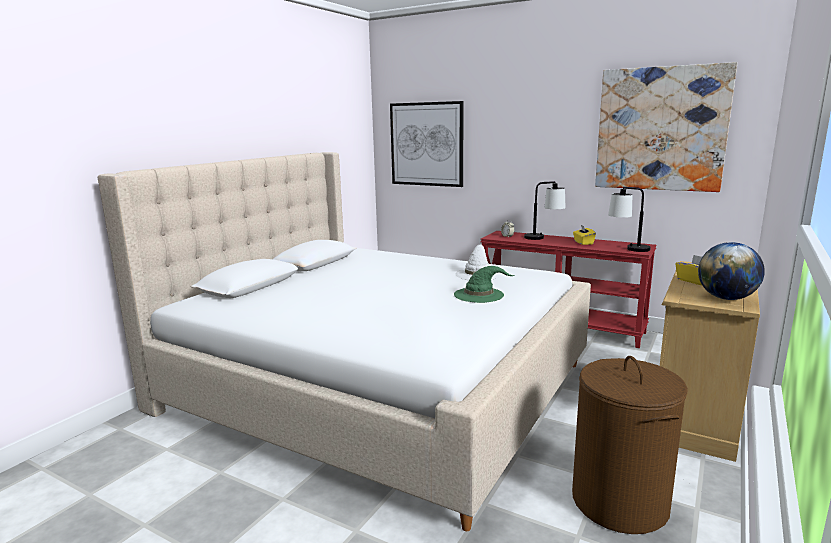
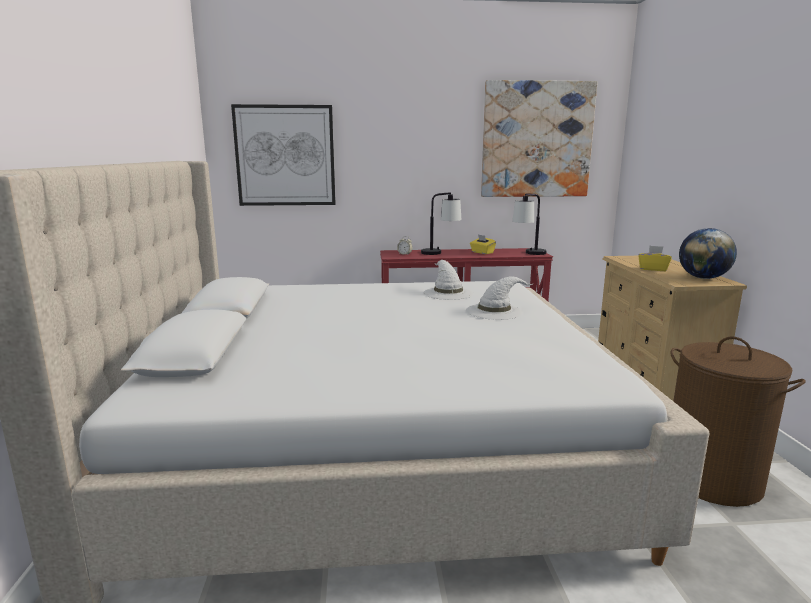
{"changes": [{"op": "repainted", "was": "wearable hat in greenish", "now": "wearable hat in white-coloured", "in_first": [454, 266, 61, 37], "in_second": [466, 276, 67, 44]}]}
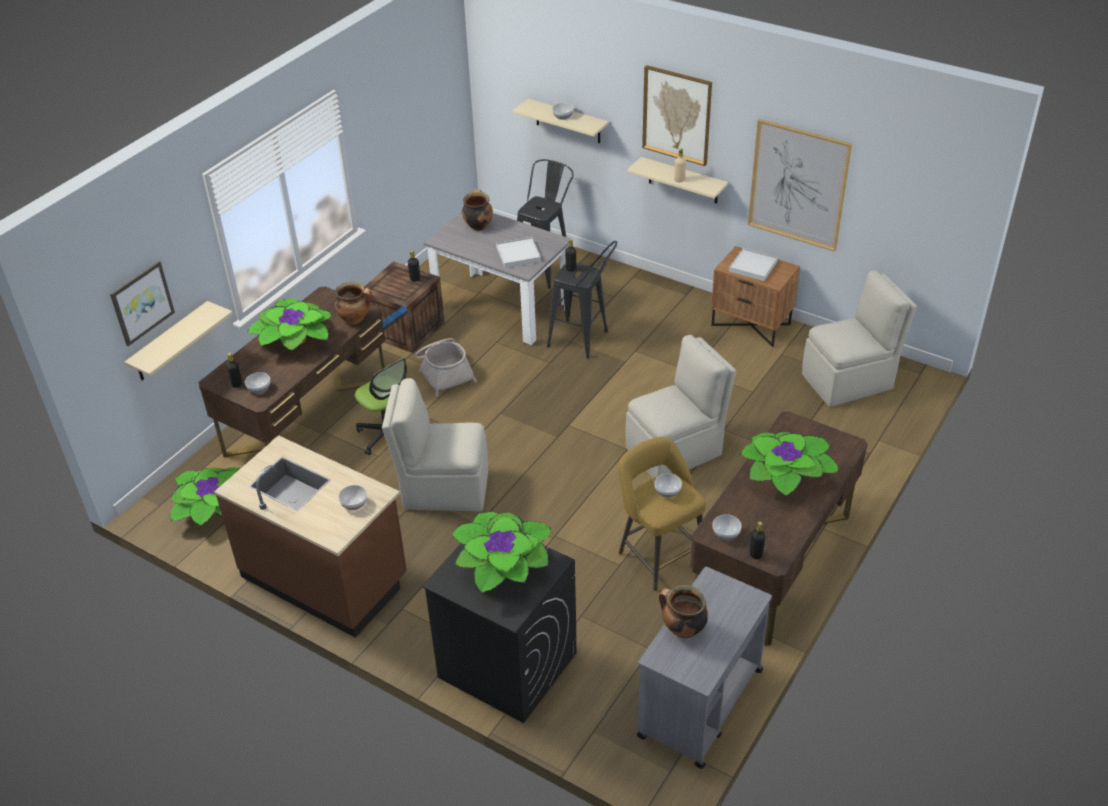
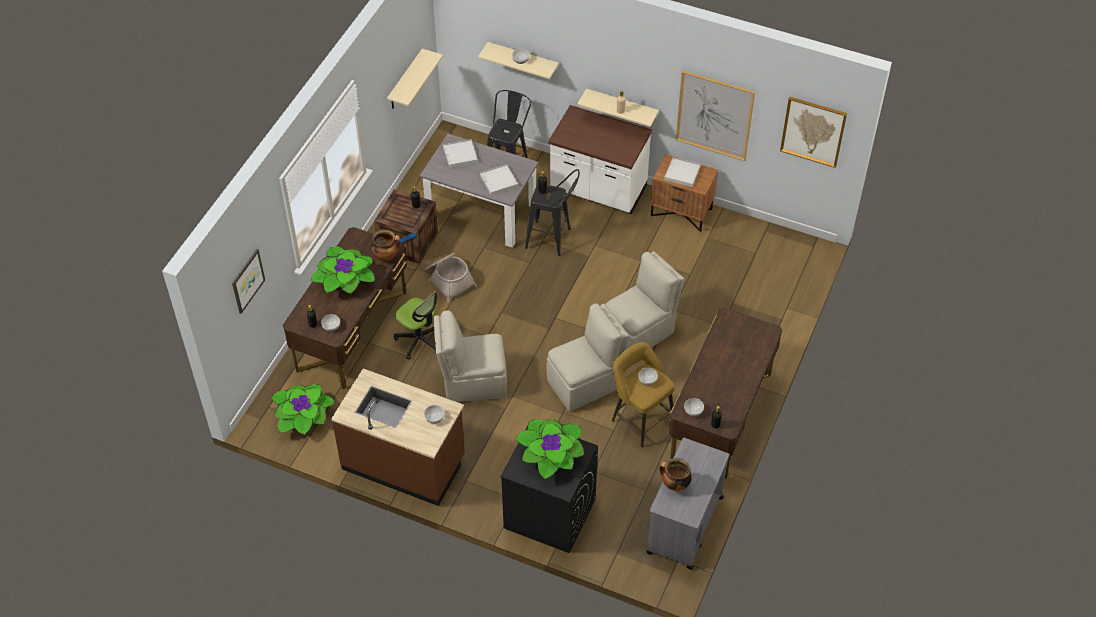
{"changes": [{"op": "gone", "was": "potted plant", "in_first": [740, 432, 99, 64]}, {"op": "new", "now": "kitchen base unit in white-coloured", "in_second": [548, 105, 104, 109]}, {"op": "shifted", "was": "shelf in beige", "in_first": [124, 301, 109, 79], "in_second": [387, 49, 56, 60]}, {"op": "shifted", "was": "wall art", "in_first": [642, 65, 70, 101], "in_second": [780, 97, 67, 71]}, {"op": "shifted", "was": "chair in beige", "in_first": [802, 270, 115, 137], "in_second": [546, 303, 83, 109]}, {"op": "swapped", "was": "saucepot", "now": "tray in white-coloured", "in_first": [462, 189, 31, 42], "in_second": [443, 139, 35, 29]}]}
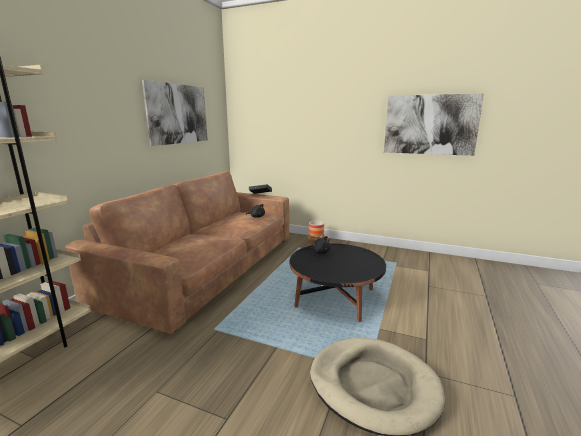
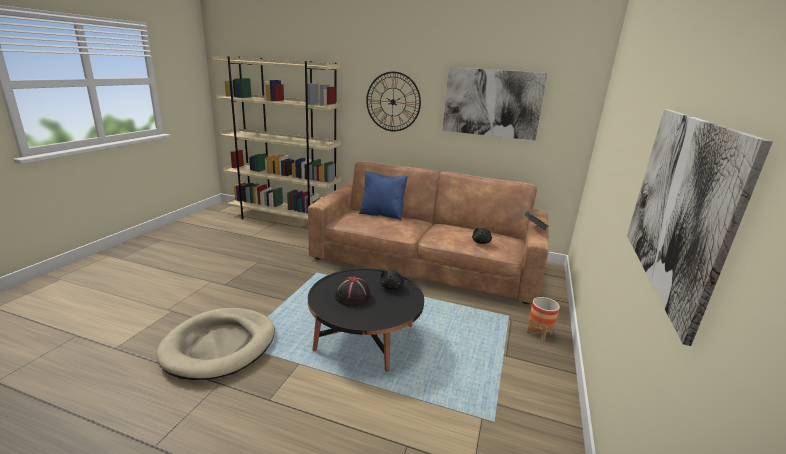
{"changes": [{"op": "new", "now": "wearable hat in black-coloured", "in_second": [335, 276, 36, 31]}, {"op": "new", "now": "pillow in blue", "in_second": [359, 171, 49, 49]}, {"op": "new", "now": "clock on the wall", "in_second": [366, 72, 55, 59]}]}
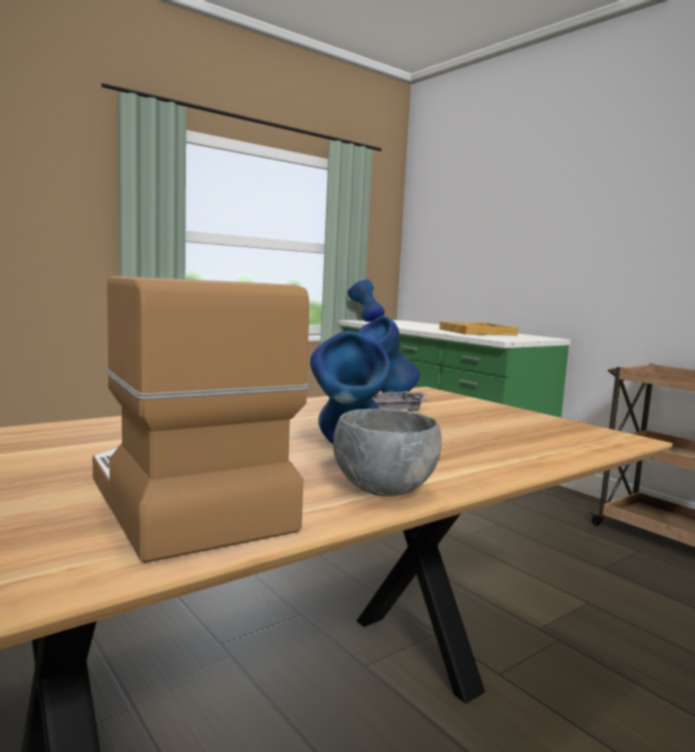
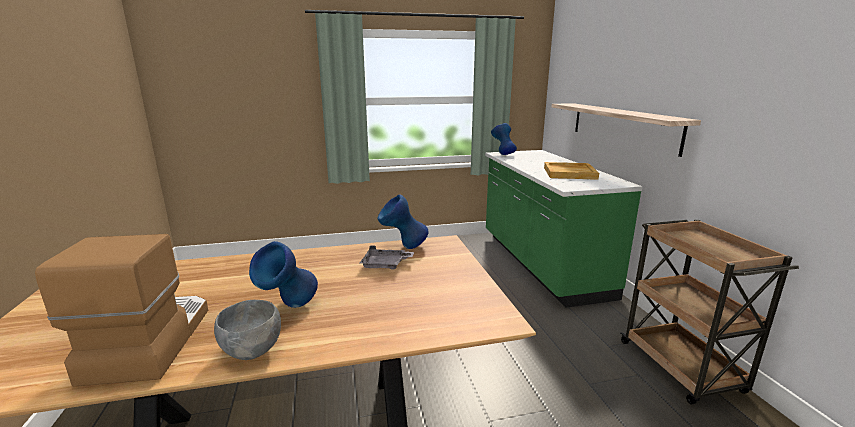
{"changes": [{"op": "new", "now": "shelf", "in_second": [552, 103, 149, 54]}]}
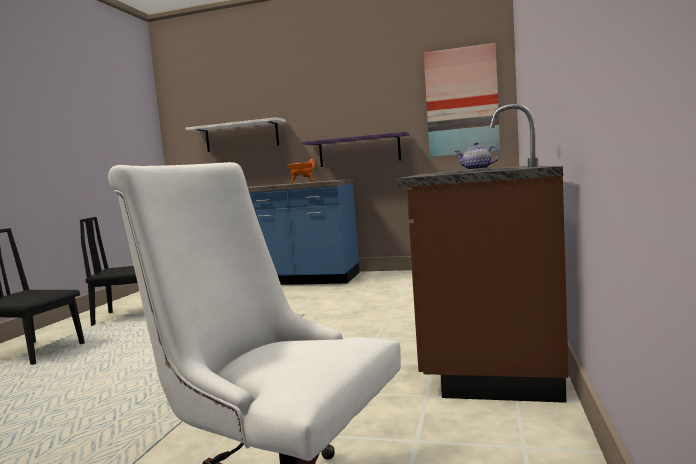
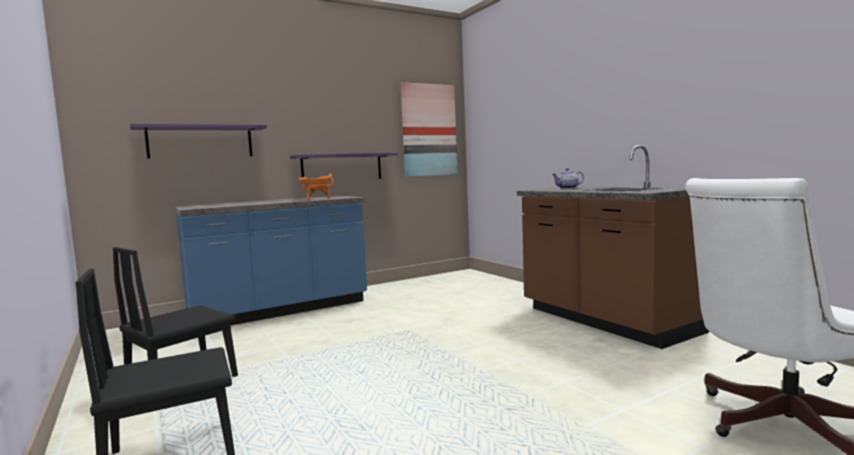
{"changes": [{"op": "repainted", "was": "shelf in white-coloured", "now": "shelf in purple-coloured", "in_first": [186, 117, 100, 35], "in_second": [130, 124, 137, 35]}]}
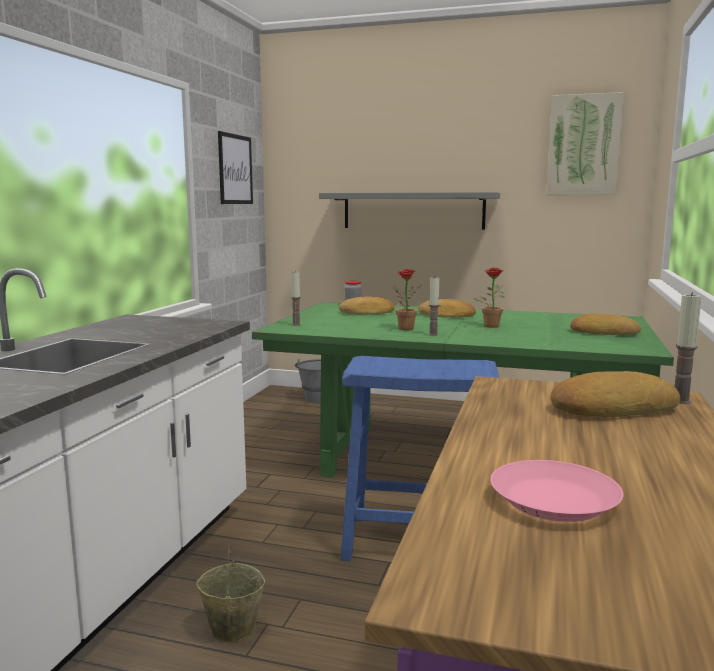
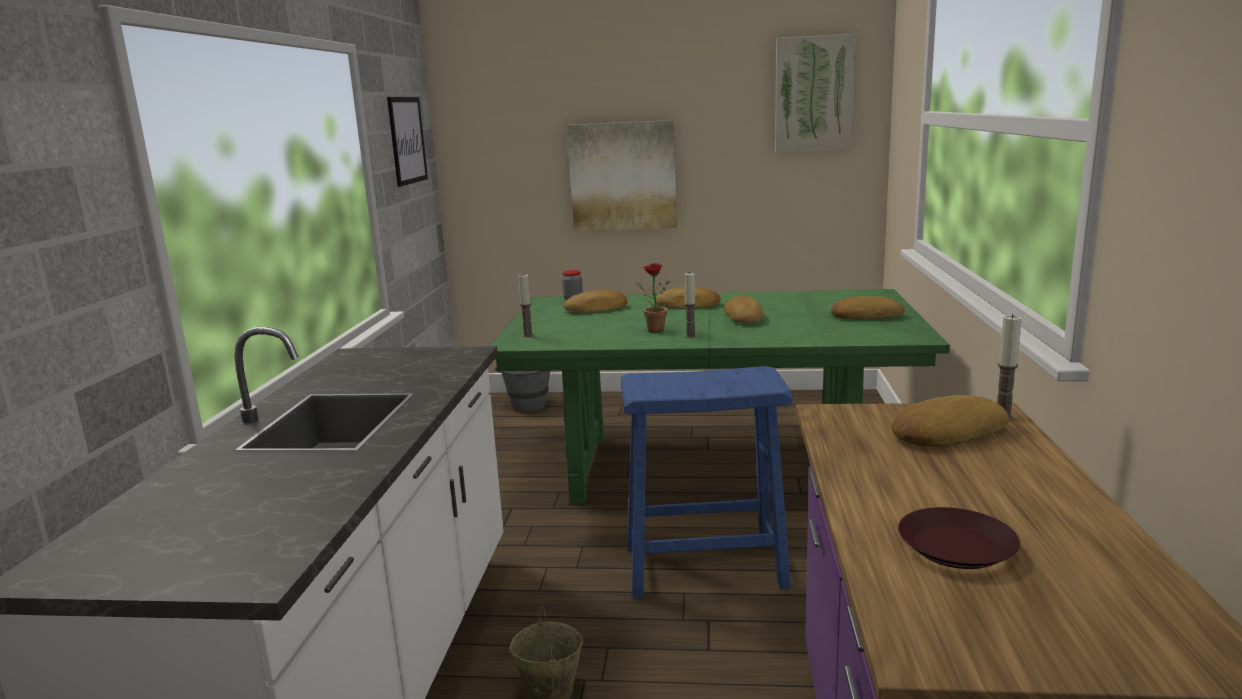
{"changes": [{"op": "swapped", "was": "shelf in grey", "now": "wall art", "in_first": [319, 192, 181, 37], "in_second": [567, 120, 110, 111]}, {"op": "swapped", "was": "potted plant", "now": "bread", "in_first": [473, 268, 32, 60], "in_second": [724, 296, 40, 27]}, {"op": "repainted", "was": "plate in pinkish", "now": "plate in brown", "in_first": [490, 460, 134, 62], "in_second": [898, 507, 122, 62]}]}
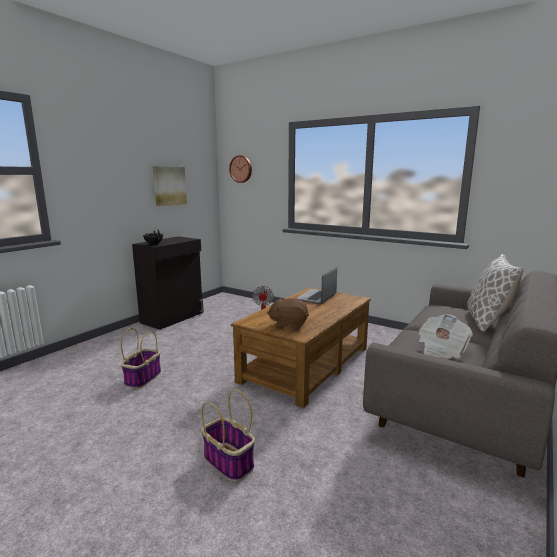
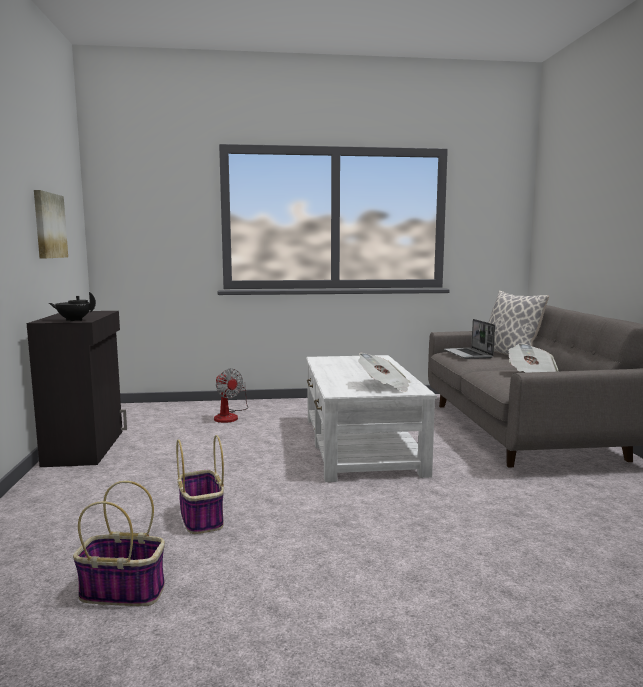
{"changes": [{"op": "gone", "was": "clock on the wall", "in_first": [229, 155, 23, 28]}, {"op": "shifted", "was": "household basket", "in_first": [201, 389, 54, 93], "in_second": [73, 481, 92, 125]}, {"op": "shifted", "was": "laptop", "in_first": [296, 268, 41, 36], "in_second": [444, 319, 51, 40]}, {"op": "swapped", "was": "plush toy in brown", "now": "newspaper", "in_first": [267, 298, 42, 32], "in_second": [358, 353, 53, 39]}, {"op": "repainted", "was": "low table in brown", "now": "low table in white-coloured", "in_first": [231, 287, 140, 121], "in_second": [306, 355, 131, 127]}]}
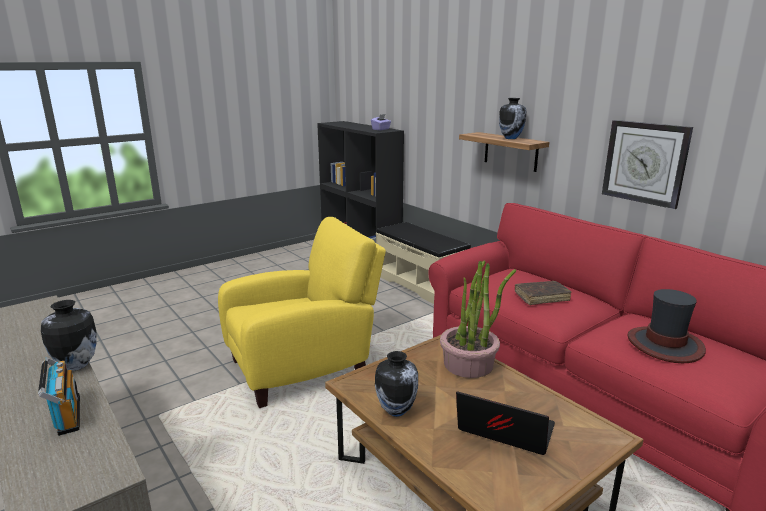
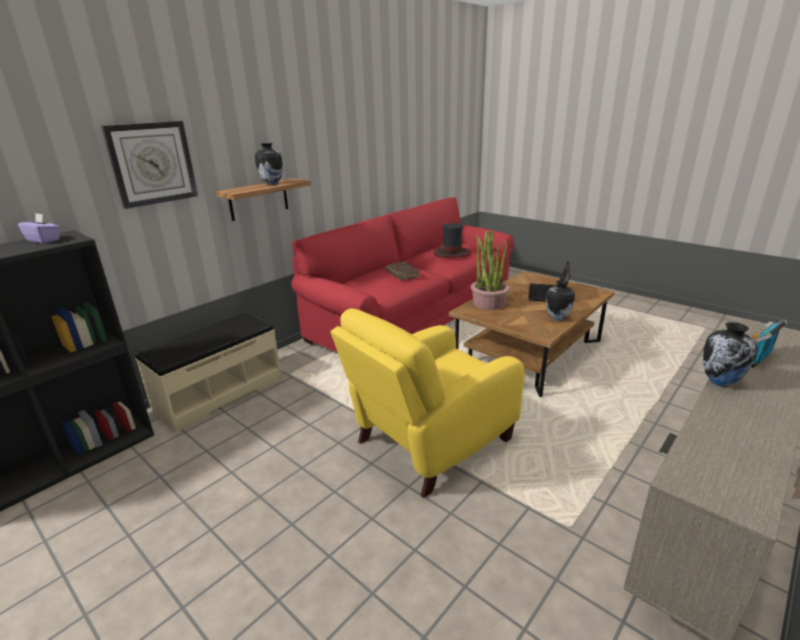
{"changes": [{"op": "shifted", "was": "clock on the wall", "in_first": [602, 120, 91, 89], "in_second": [101, 121, 97, 88]}, {"op": "rotated", "was": "armchair in yellow-coloured", "in_first": [218, 217, 168, 191], "in_second": [331, 308, 194, 190], "clockwise": -90}]}
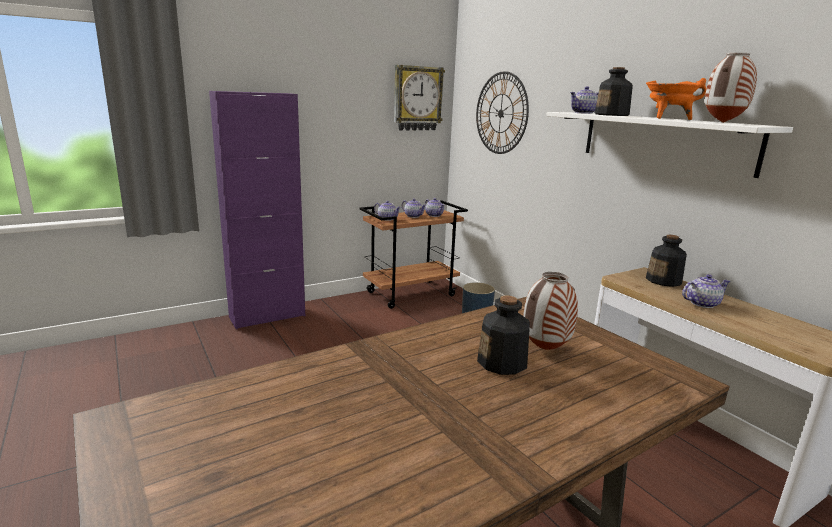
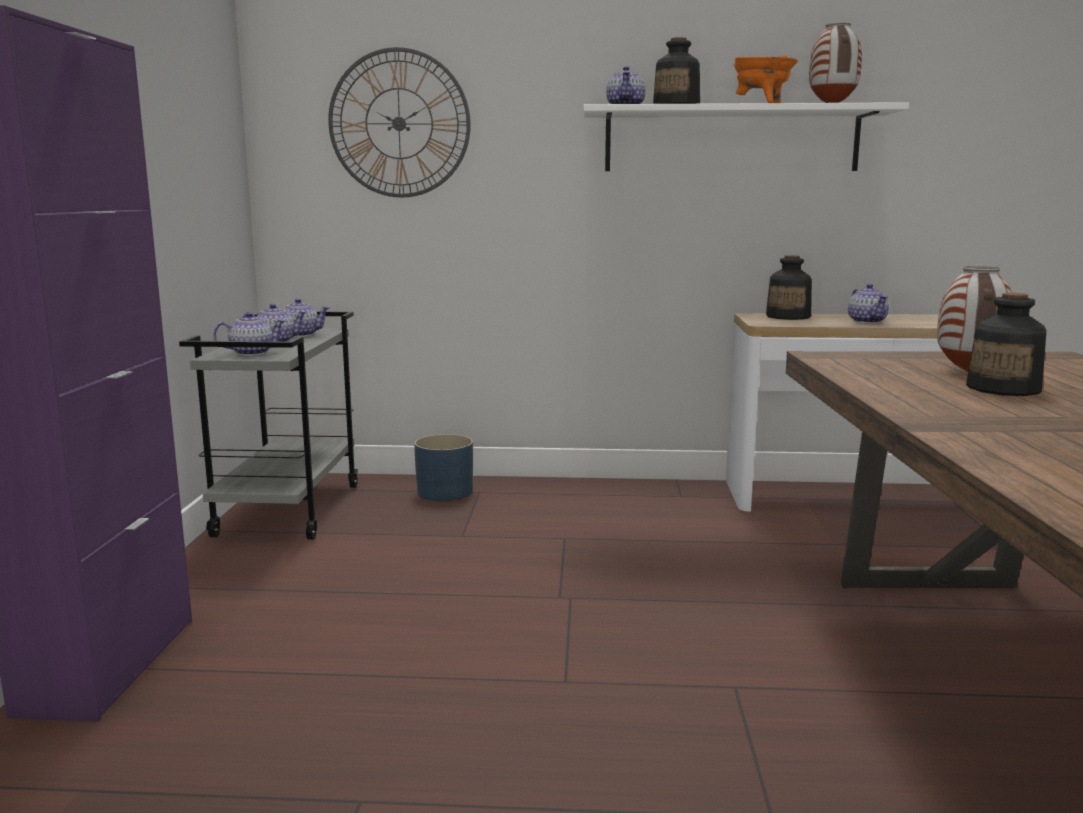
{"changes": [{"op": "gone", "was": "clock on the wall", "in_first": [394, 65, 51, 65]}, {"op": "repainted", "was": "wheeled cart in brown", "now": "wheeled cart in grey", "in_first": [360, 200, 108, 109], "in_second": [179, 311, 180, 229]}, {"op": "rotated", "was": "teapot", "in_first": [682, 274, 48, 34], "in_second": [848, 284, 41, 40], "clockwise": 150}]}
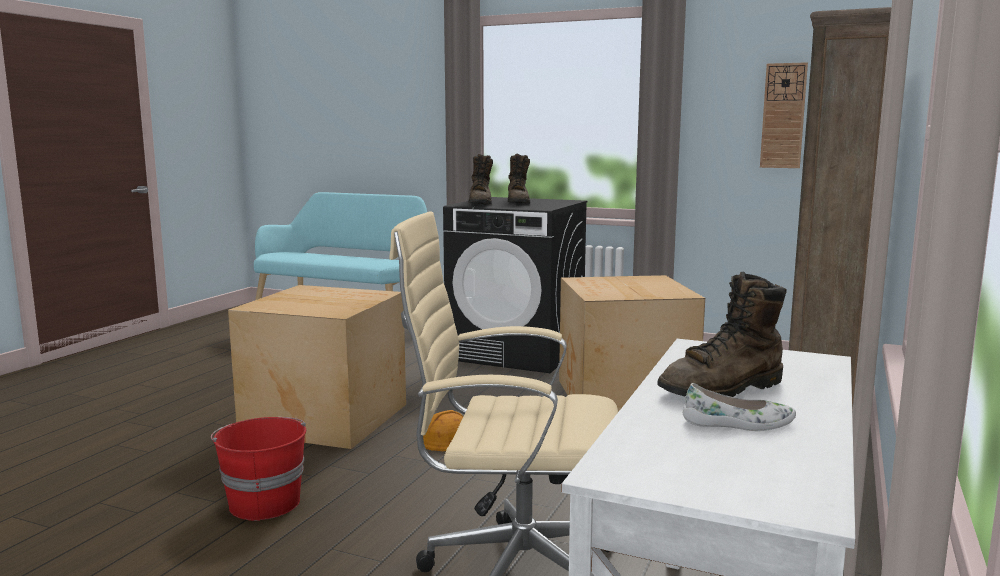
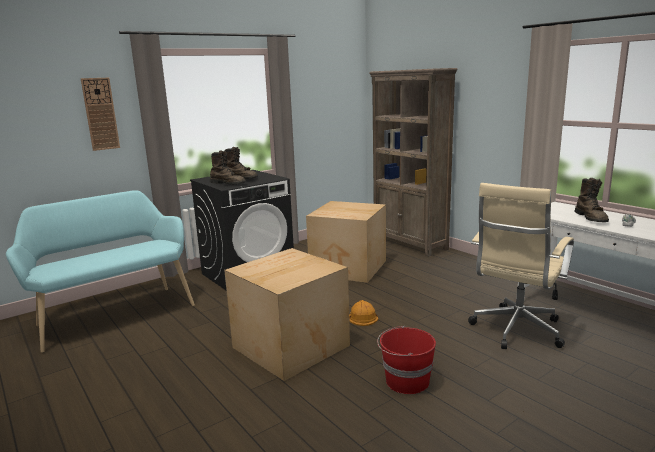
{"changes": [{"op": "shifted", "was": "clock on the wall", "in_first": [760, 62, 48, 106], "in_second": [81, 78, 39, 73]}]}
